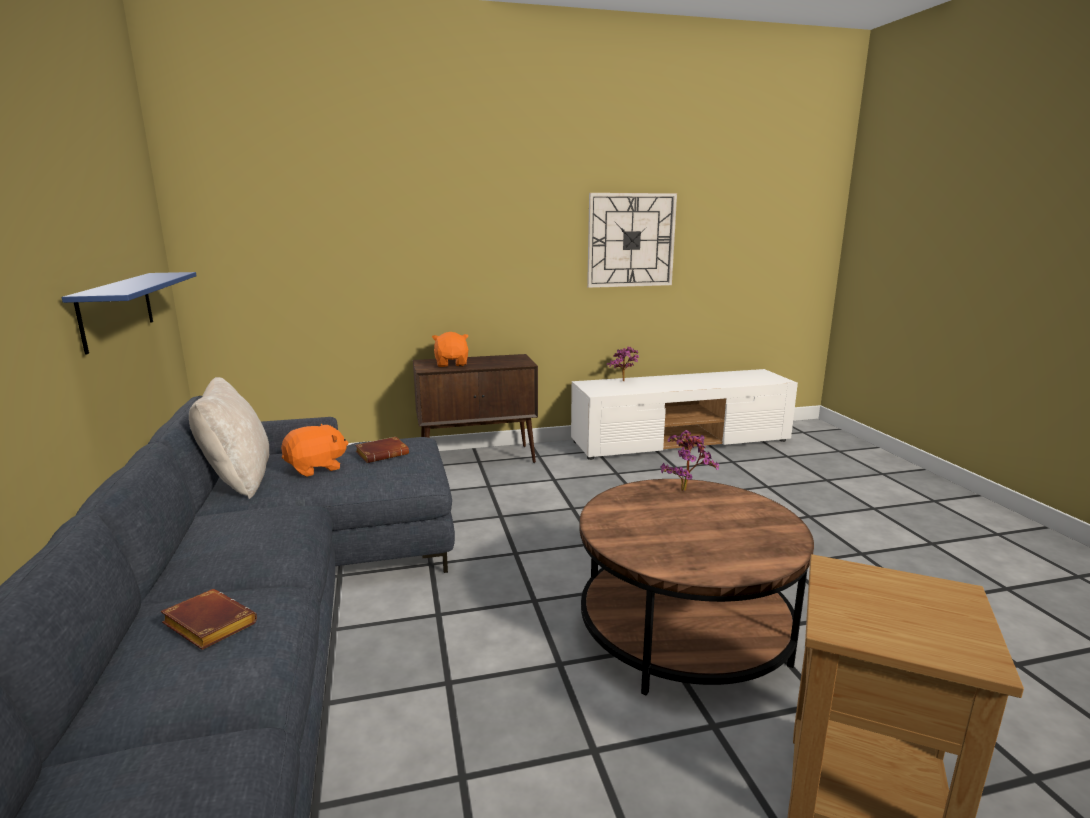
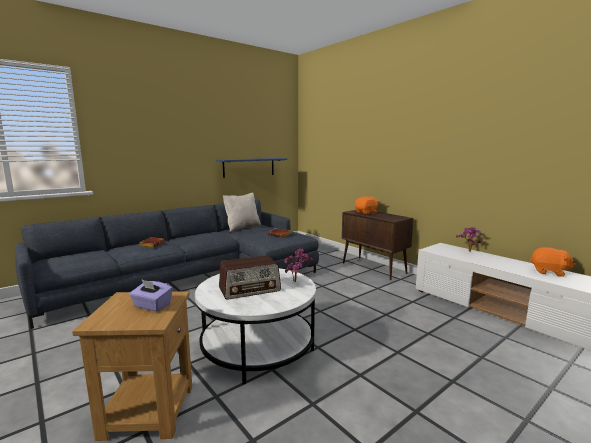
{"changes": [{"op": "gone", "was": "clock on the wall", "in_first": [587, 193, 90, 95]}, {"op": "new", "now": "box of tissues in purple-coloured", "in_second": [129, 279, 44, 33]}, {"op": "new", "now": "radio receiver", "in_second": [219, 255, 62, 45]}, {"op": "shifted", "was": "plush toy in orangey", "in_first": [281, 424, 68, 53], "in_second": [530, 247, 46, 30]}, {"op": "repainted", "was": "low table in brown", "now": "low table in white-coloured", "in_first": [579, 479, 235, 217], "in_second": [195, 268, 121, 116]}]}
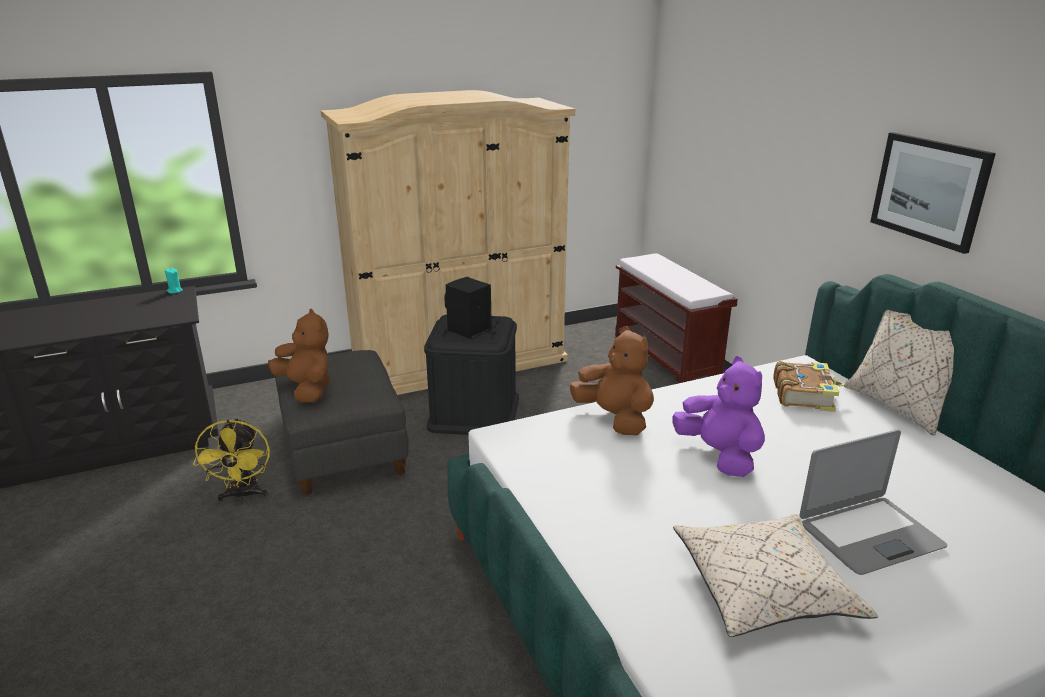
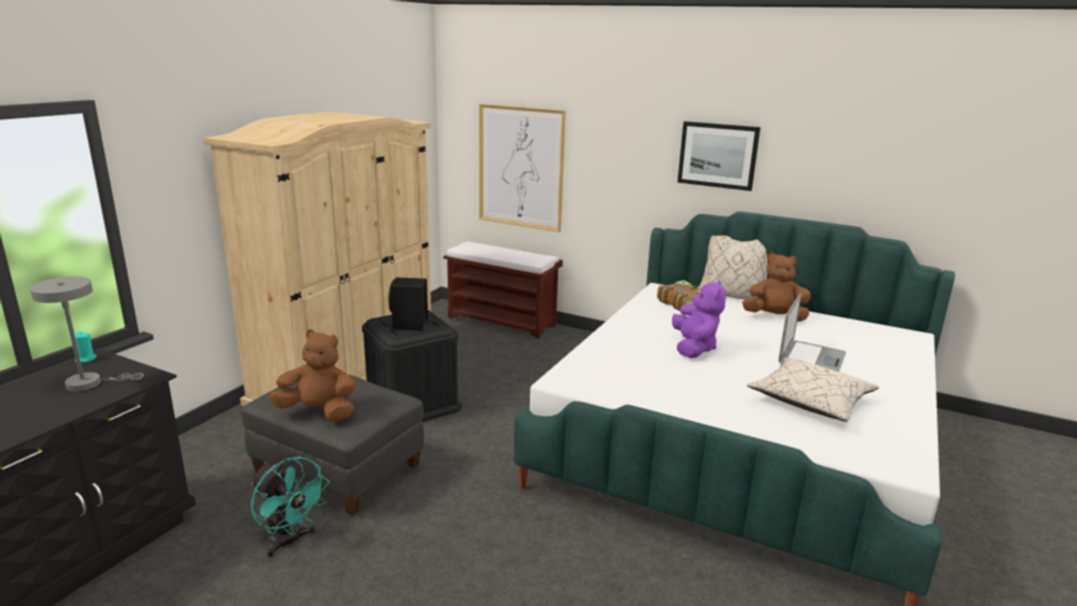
{"changes": [{"op": "new", "now": "lamp for a table in grey", "in_second": [30, 276, 114, 115]}, {"op": "new", "now": "wall art", "in_second": [479, 104, 87, 128]}, {"op": "shifted", "was": "plush toy in brown", "in_first": [570, 326, 84, 109], "in_second": [742, 252, 69, 70]}, {"op": "repainted", "was": "fan in yellow-coloured", "now": "fan in turquoise-coloured", "in_first": [193, 418, 77, 83], "in_second": [251, 456, 79, 101]}, {"op": "rotated", "was": "plush toy in purple-coloured", "in_first": [672, 356, 93, 121], "in_second": [672, 280, 54, 78], "clockwise": 75}]}
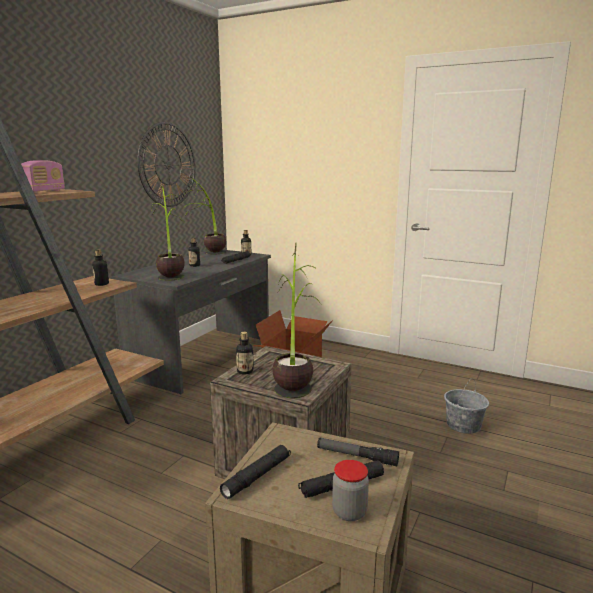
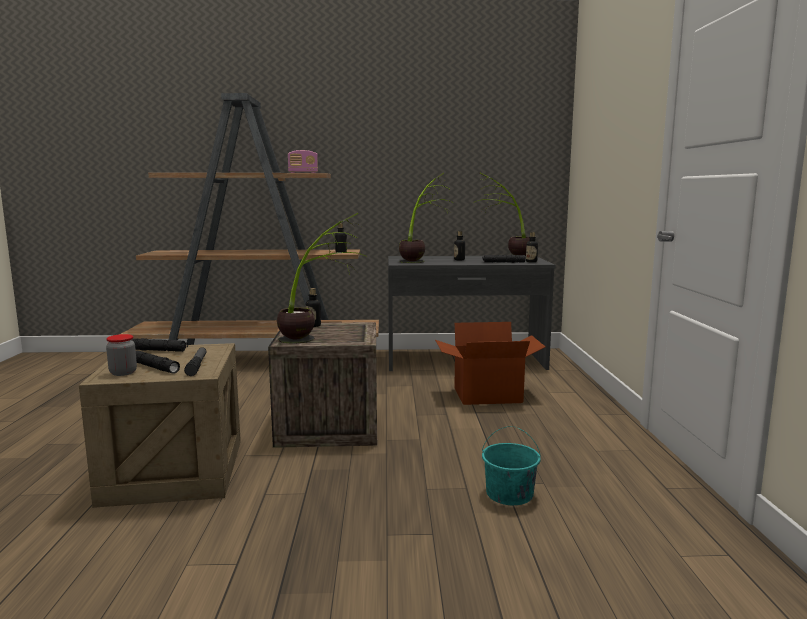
{"changes": [{"op": "gone", "was": "clock on the wall", "in_first": [138, 122, 58, 85]}, {"op": "repainted", "was": "bucket in grey", "now": "bucket in turquoise-coloured", "in_first": [444, 378, 45, 56], "in_second": [482, 426, 58, 79]}]}
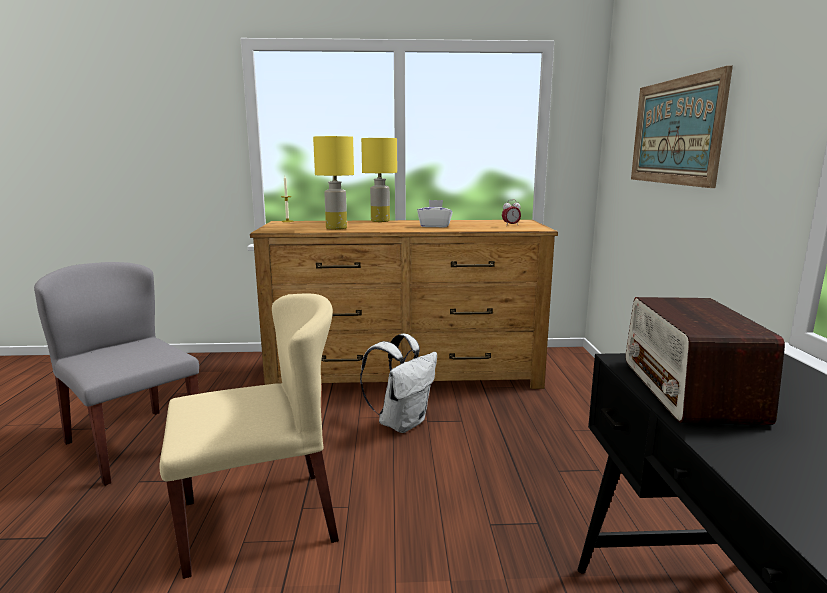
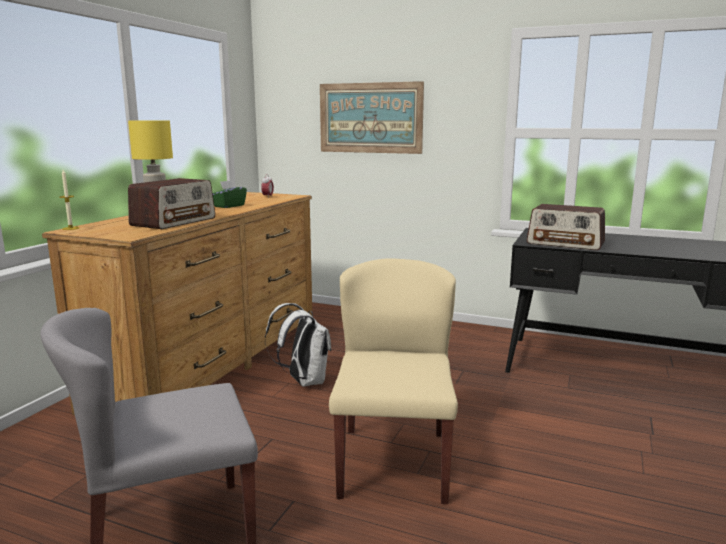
{"changes": [{"op": "swapped", "was": "lamp for a table in yellow-coloured", "now": "radio receiver", "in_first": [313, 136, 41, 94], "in_second": [128, 178, 87, 51]}, {"op": "repainted", "was": "box of tissues in white-coloured", "now": "box of tissues in greenish", "in_first": [417, 200, 36, 28], "in_second": [212, 180, 35, 28]}]}
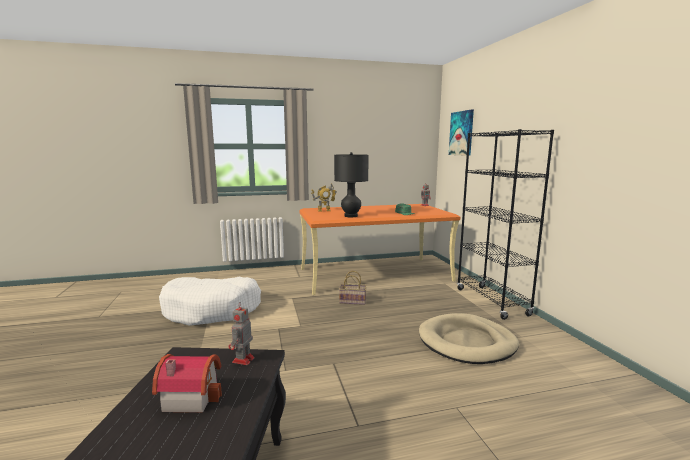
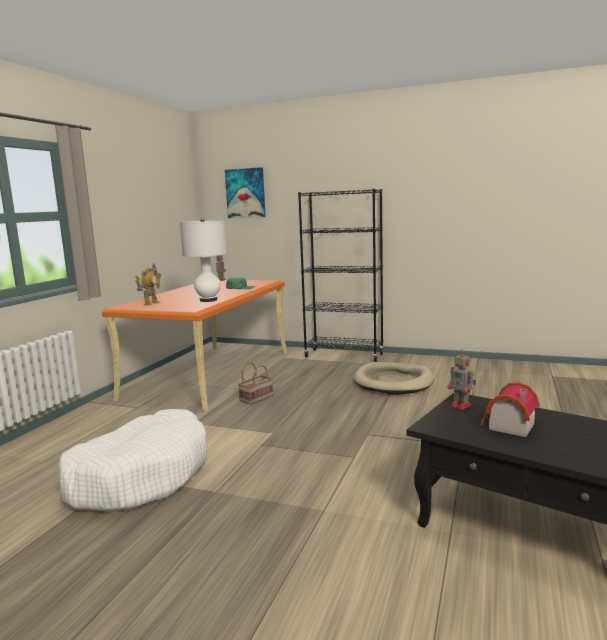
{"changes": [{"op": "repainted", "was": "lamp for a table in black-coloured", "now": "lamp for a table in white-coloured", "in_first": [334, 152, 35, 65], "in_second": [180, 218, 47, 84]}]}
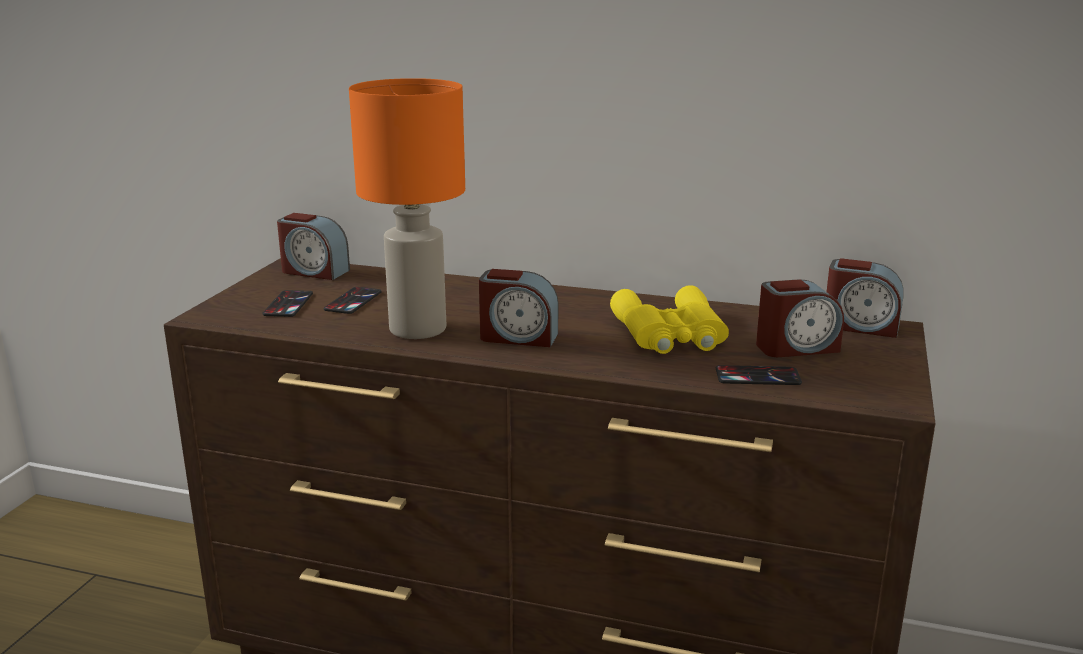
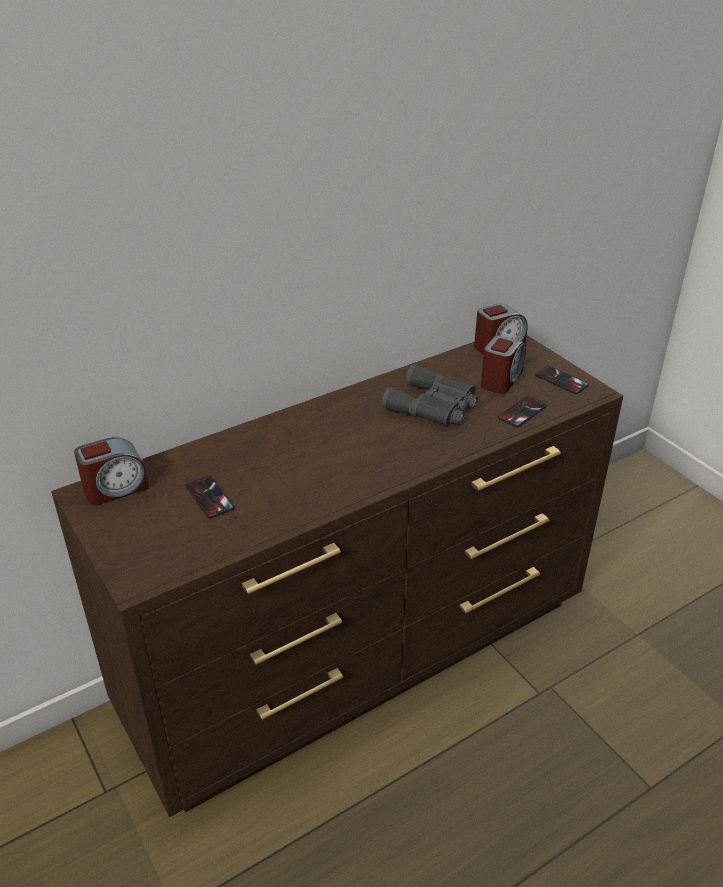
{"changes": [{"op": "gone", "was": "lamp for a table in orangey", "in_first": [349, 78, 116, 261]}, {"op": "gone", "was": "alarm clock", "in_first": [479, 269, 79, 78]}, {"op": "shifted", "was": "phone", "in_first": [262, 290, 51, 27], "in_second": [535, 366, 54, 28]}, {"op": "repainted", "was": "pair of binoculars in yellow-coloured", "now": "pair of binoculars in grey", "in_first": [610, 285, 119, 69], "in_second": [382, 365, 96, 61]}]}
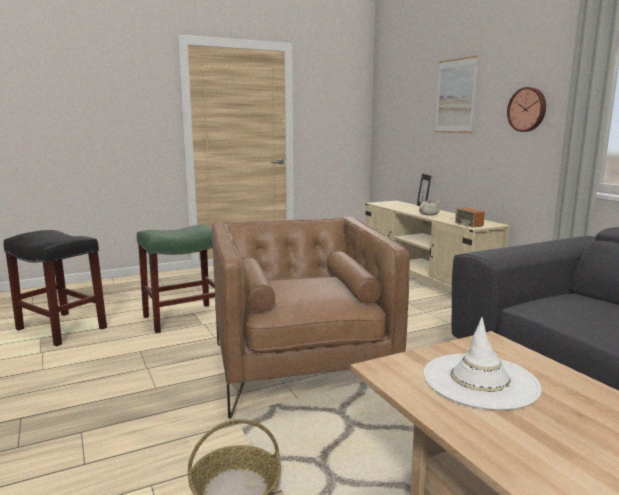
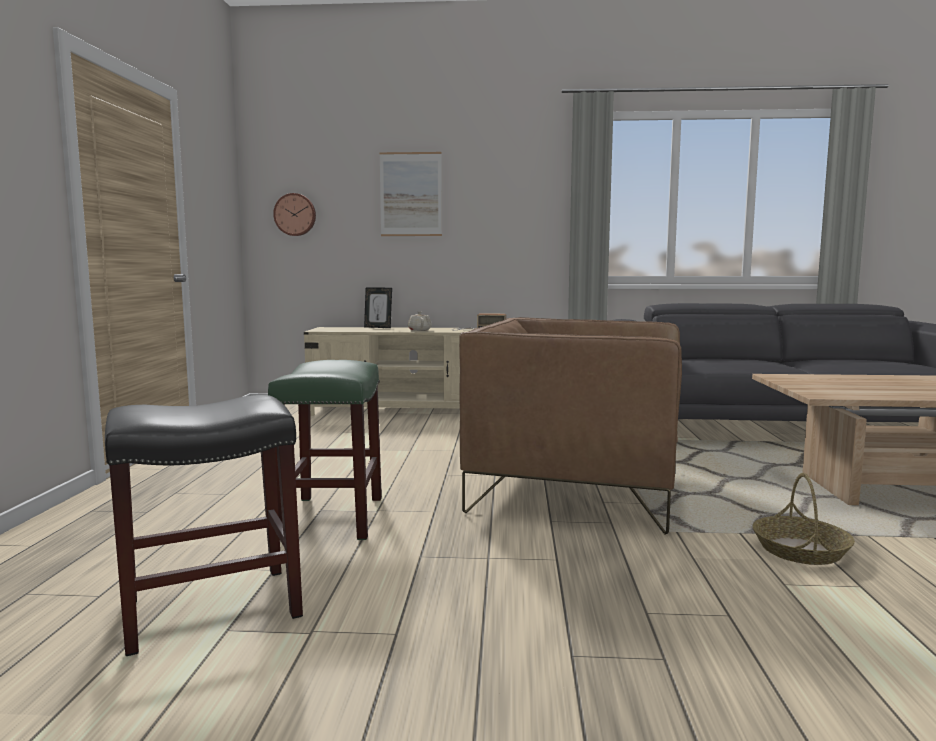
{"changes": [{"op": "gone", "was": "wearable hat in white-coloured", "in_first": [424, 317, 118, 93]}, {"op": "shifted", "was": "clock on the wall", "in_first": [507, 87, 39, 45], "in_second": [273, 193, 43, 43]}]}
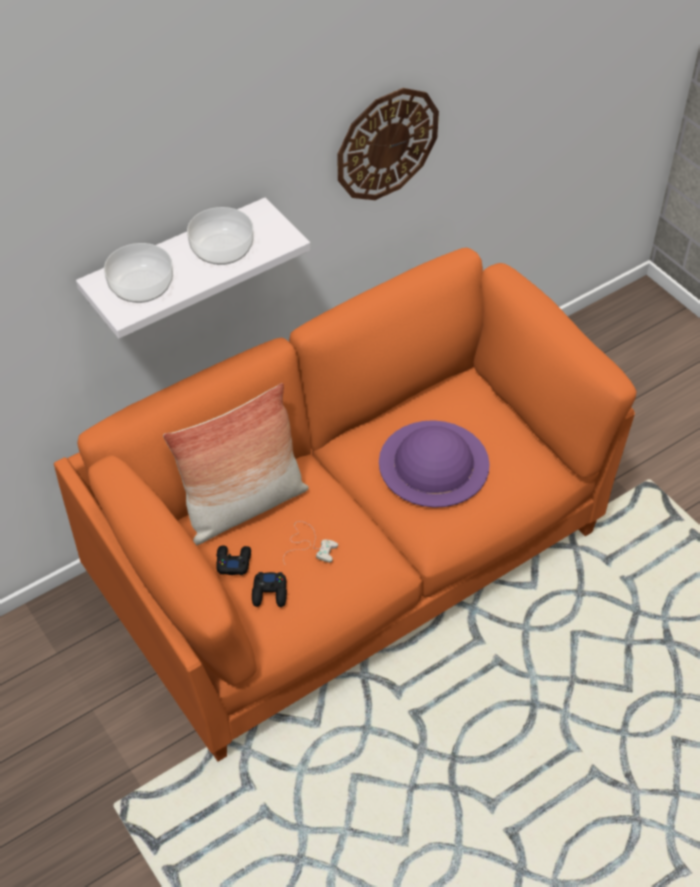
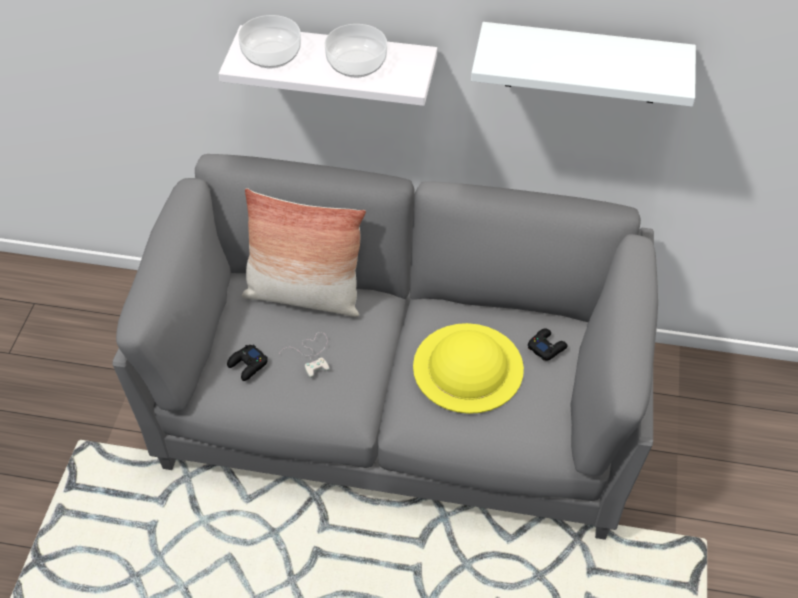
{"changes": [{"op": "shifted", "was": "joypad in black-coloured", "in_first": [216, 545, 35, 30], "in_second": [528, 328, 40, 33]}, {"op": "swapped", "was": "clock on the wall", "now": "shelf in white-coloured", "in_first": [338, 88, 101, 112], "in_second": [471, 22, 225, 85]}, {"op": "repainted", "was": "couch in orangey", "now": "couch in grey", "in_first": [54, 248, 582, 514], "in_second": [112, 154, 546, 386]}, {"op": "repainted", "was": "wearable hat in purple-coloured", "now": "wearable hat in yellow-coloured", "in_first": [379, 420, 111, 88], "in_second": [413, 323, 111, 91]}]}
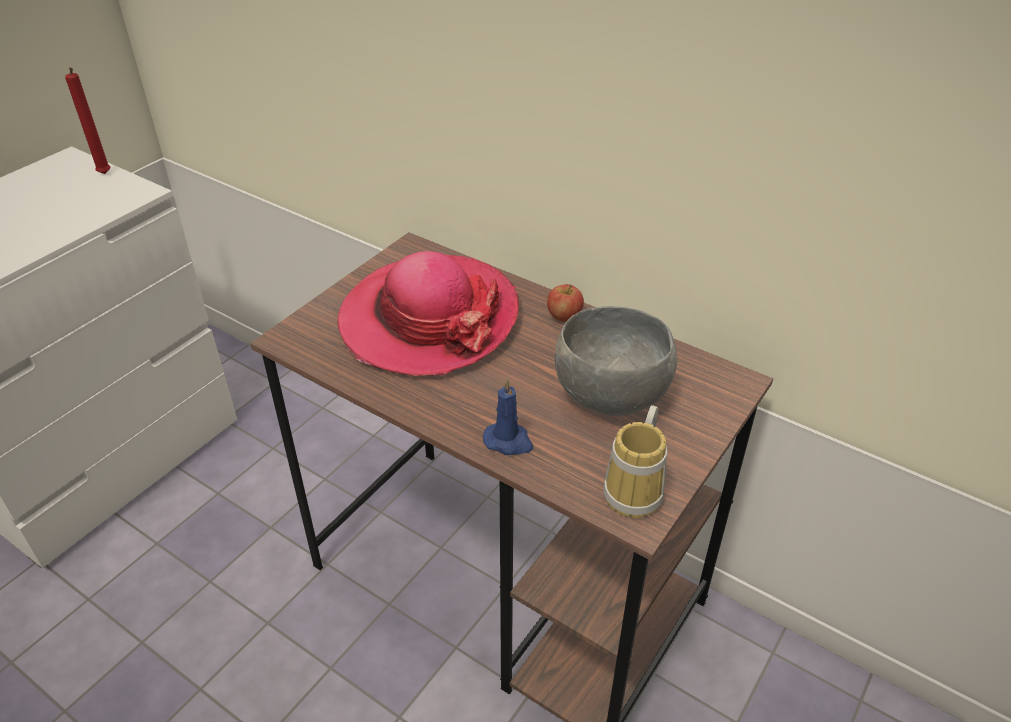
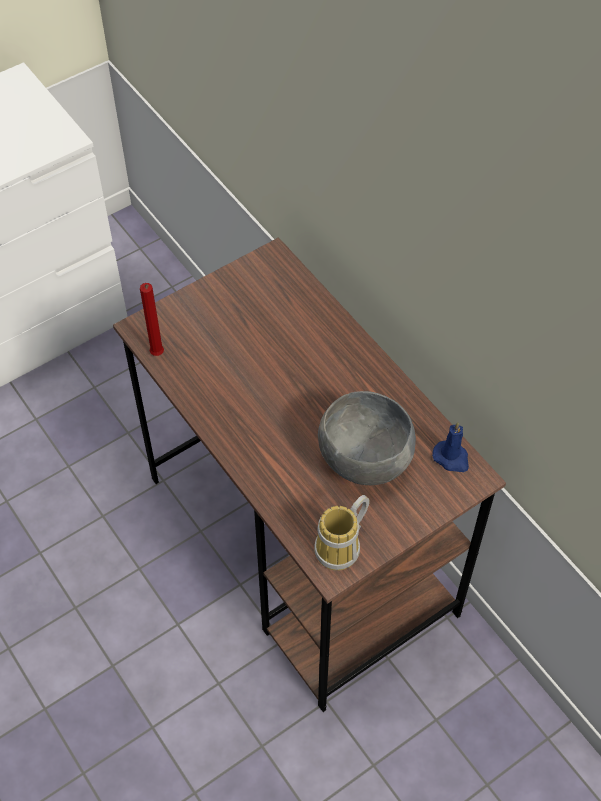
{"changes": [{"op": "gone", "was": "wearable hat", "in_first": [337, 251, 182, 125]}, {"op": "gone", "was": "apple fruit", "in_first": [547, 284, 37, 38]}, {"op": "shifted", "was": "wax light in red", "in_first": [65, 67, 45, 107], "in_second": [140, 283, 24, 73]}, {"op": "shifted", "was": "wax light in blue", "in_first": [483, 378, 50, 77], "in_second": [432, 422, 37, 50]}]}
